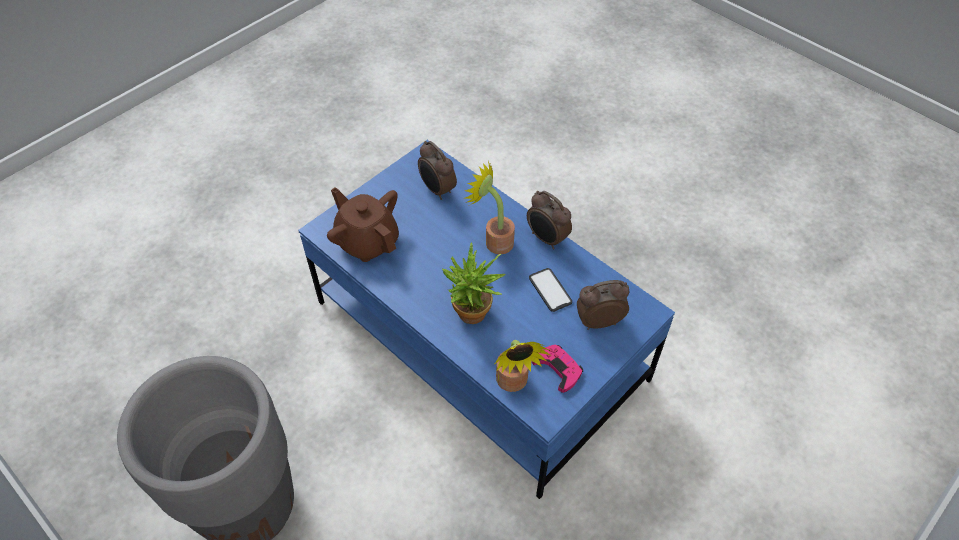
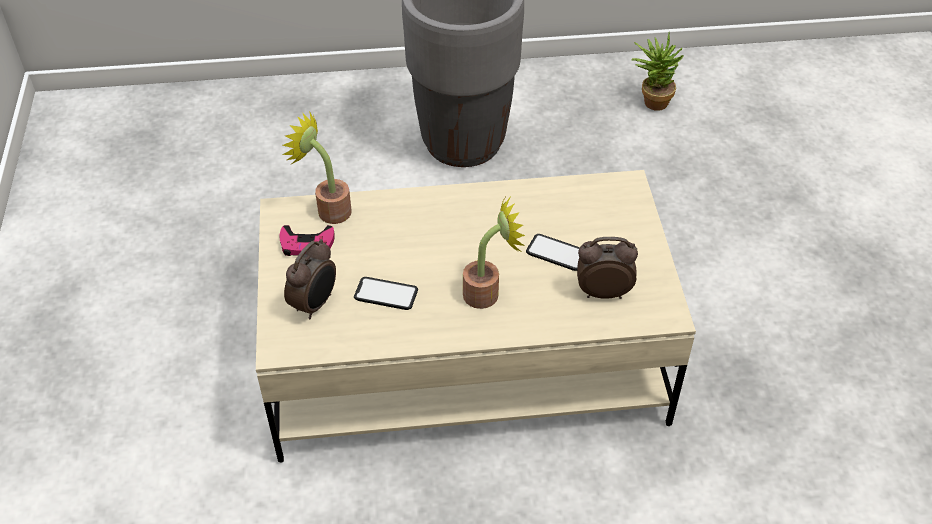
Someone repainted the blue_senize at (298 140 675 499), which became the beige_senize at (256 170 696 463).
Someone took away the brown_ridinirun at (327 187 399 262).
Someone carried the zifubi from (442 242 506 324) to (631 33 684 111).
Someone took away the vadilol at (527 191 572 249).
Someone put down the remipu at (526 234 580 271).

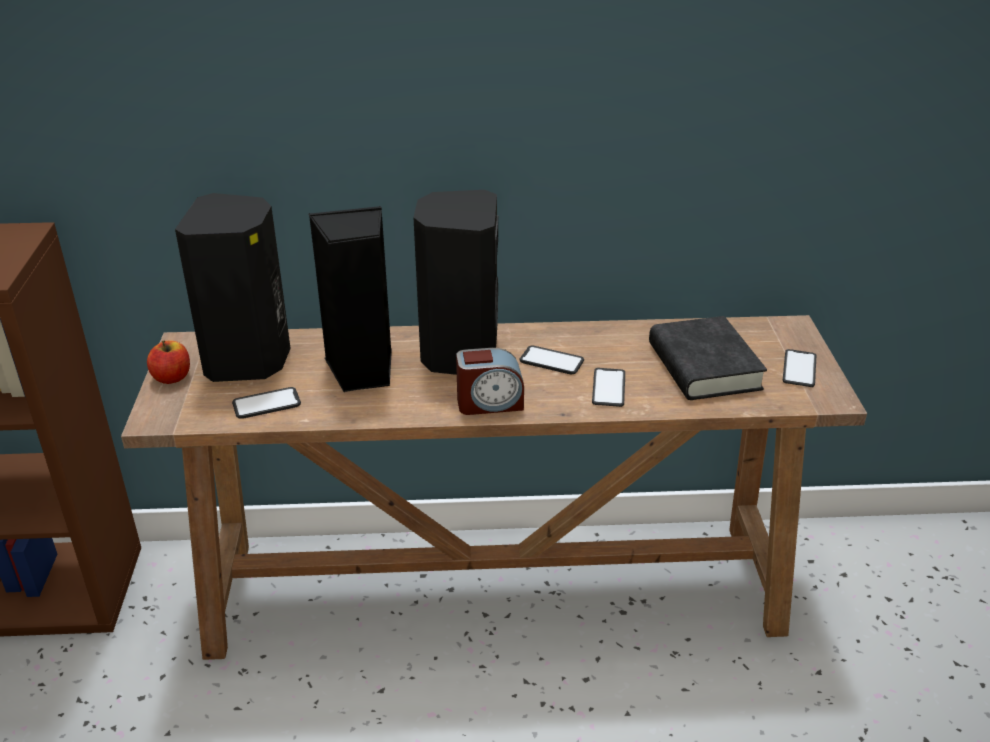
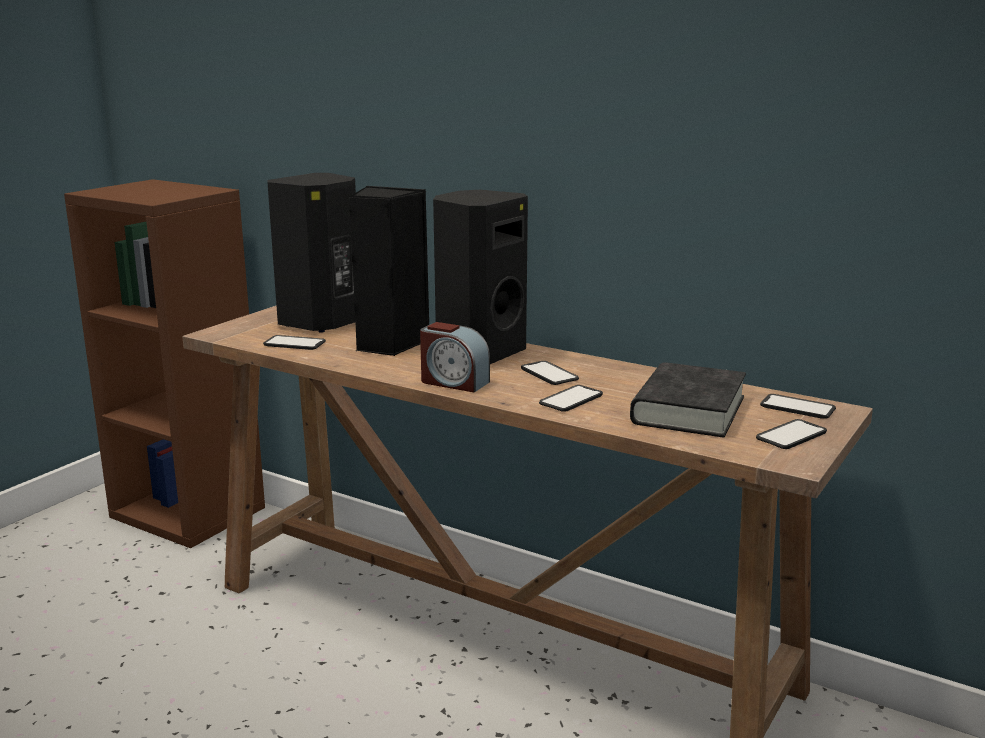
Someone took away the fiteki at (147 340 190 384).
Someone put down the remipu at (760 394 836 419).

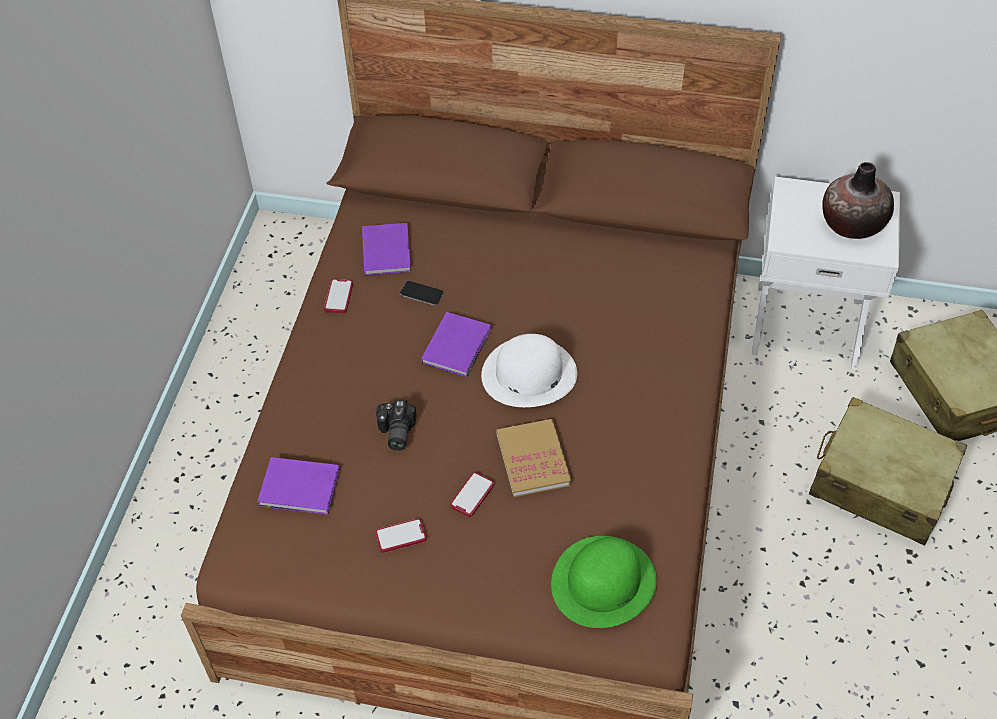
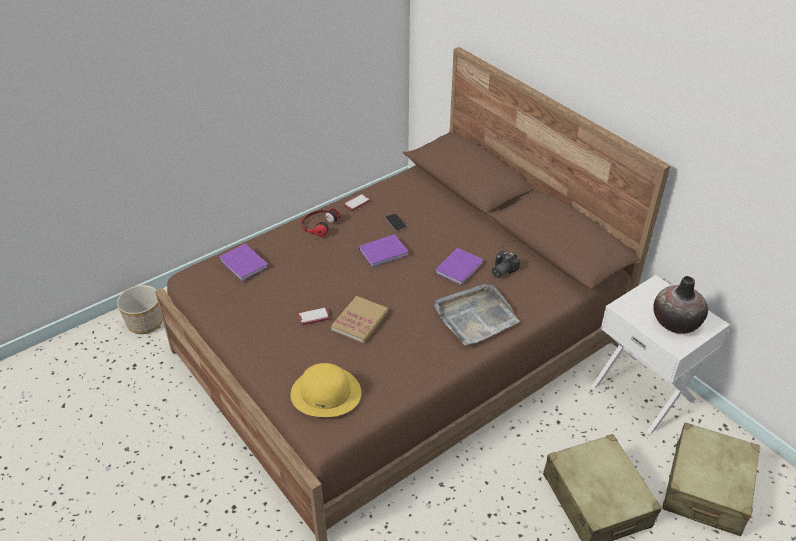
Someone carried the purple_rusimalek from (362 223 411 276) to (435 248 483 286).
Someone took away the remipu at (375 518 427 553).
Someone carried the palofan from (376 400 417 451) to (492 251 520 278).
Someone took away the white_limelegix at (481 334 577 407).
Someone repainted the green_limelegix at (551 536 657 628), which became the yellow_limelegix at (291 363 361 417).
Someone put down the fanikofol at (117 285 162 334).
Someone put down the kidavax at (301 208 340 237).
Someone put down the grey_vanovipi at (434 284 520 345).

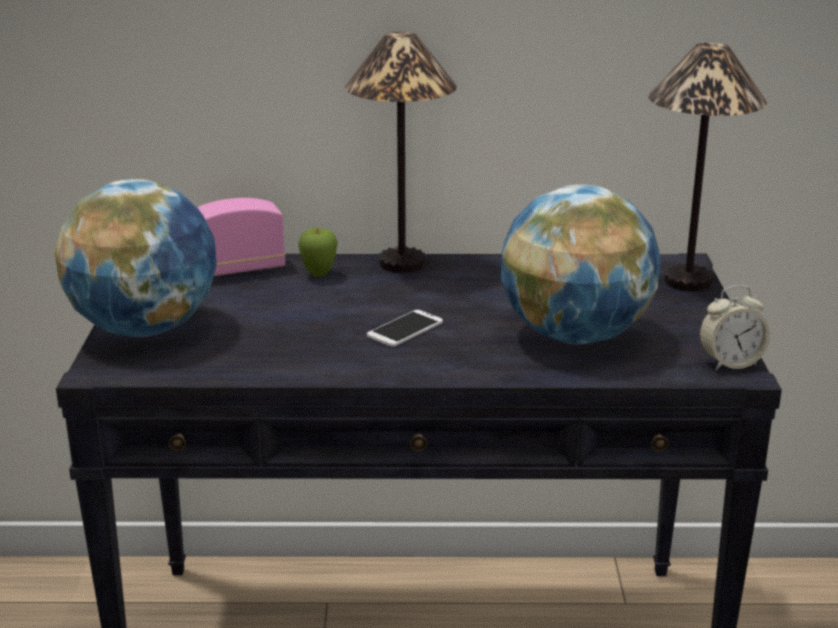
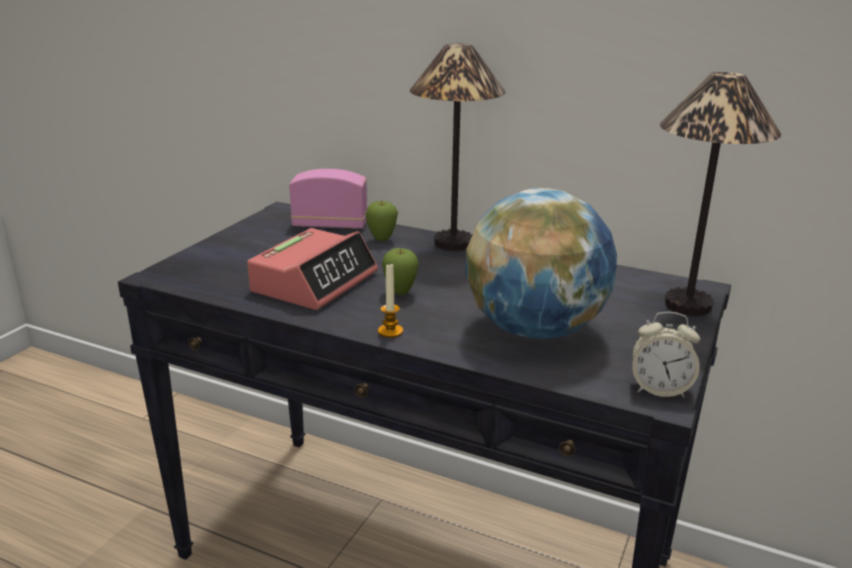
Someone took away the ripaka at (55 179 217 337).
Someone swapped the remipu at (367 310 443 347) for the fiteki at (382 248 418 295).
Someone put down the vadilol at (247 228 378 310).
Someone put down the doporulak at (378 262 403 338).

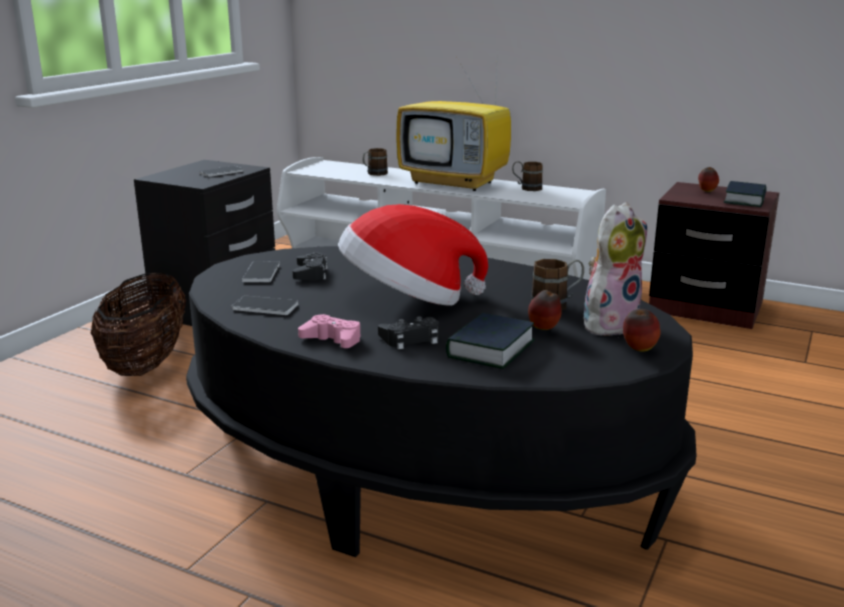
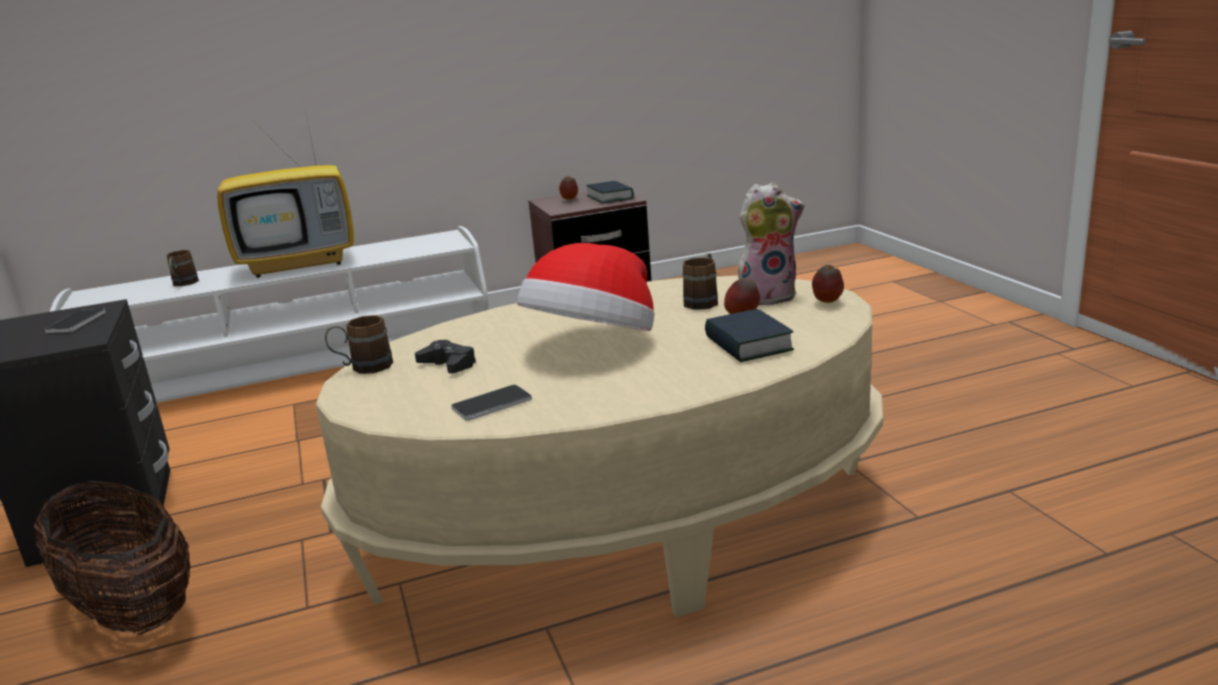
Someone repainted the black_senize at (186 246 696 557), which became the beige_senize at (316 276 883 617).
Someone took away the remipu at (242 261 280 282).
Someone took away the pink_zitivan at (298 314 361 348).
Someone took away the black_zitivan at (378 317 439 350).
Someone carried the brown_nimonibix from (512 161 543 191) to (325 315 393 374).
Someone rotated the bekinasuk at (584 202 647 336) by 75 degrees clockwise.

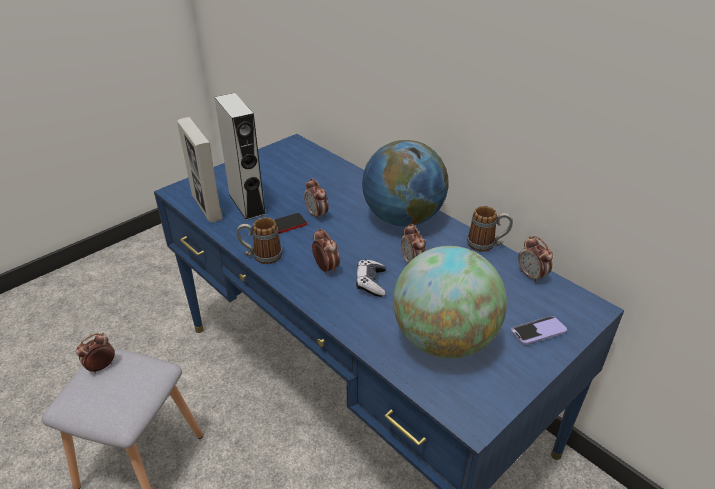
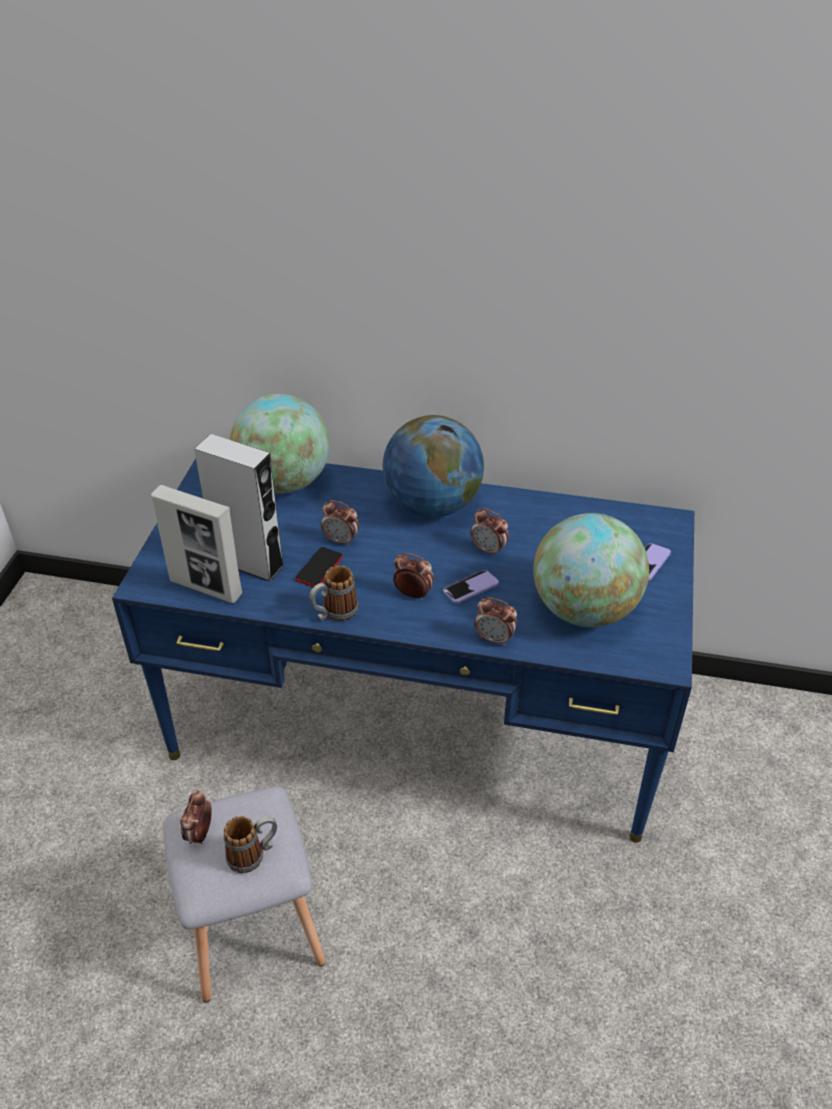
Someone swapped the zitivan at (356 259 386 297) for the remipu at (443 570 499 603).
Someone carried the nimonibix from (467 206 513 252) to (223 816 277 873).
Someone carried the vadilol from (518 236 553 283) to (474 597 517 646).
Someone put down the ripaka at (230 394 330 494).

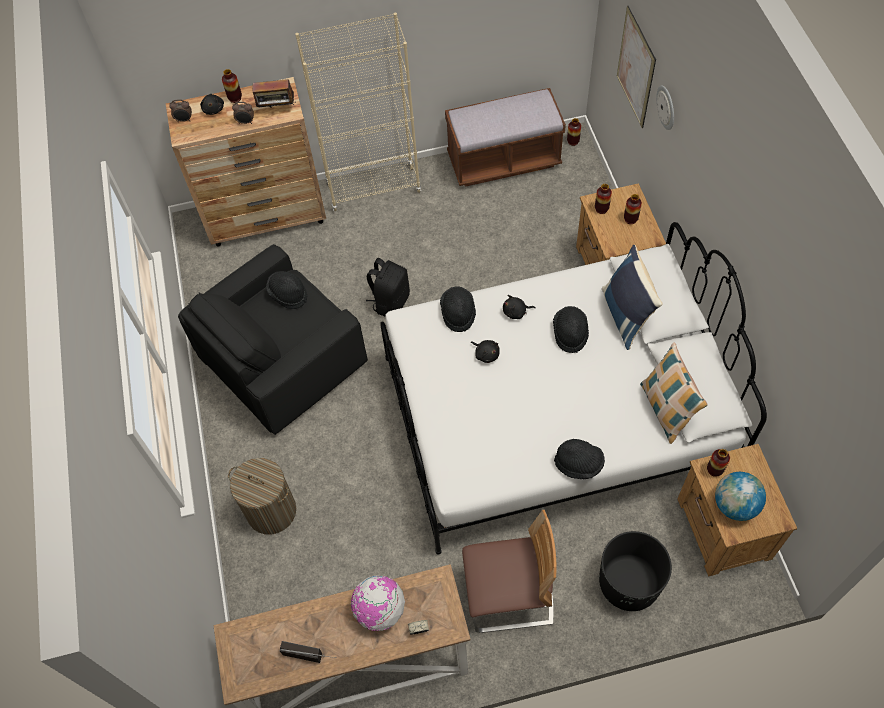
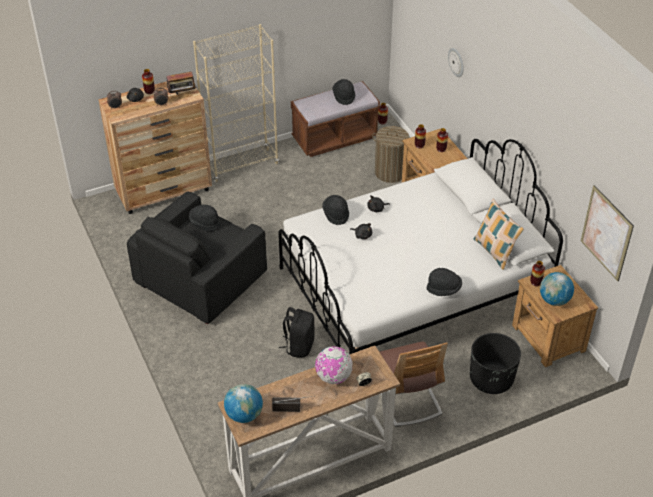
Someone carried the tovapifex from (228 458 296 535) to (372 126 409 183).
Someone carried the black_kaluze from (366 258 410 317) to (279 307 315 358).
Someone rotated the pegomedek at (462 510 557 633) by 90 degrees clockwise.
Someone carried the black_limelegix from (553 306 589 353) to (332 79 355 105).
Someone took away the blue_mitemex at (602 245 662 350).
Someone carried the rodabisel from (617 6 656 128) to (581 185 634 281).
Someone put down the ripaka at (224 384 263 423).

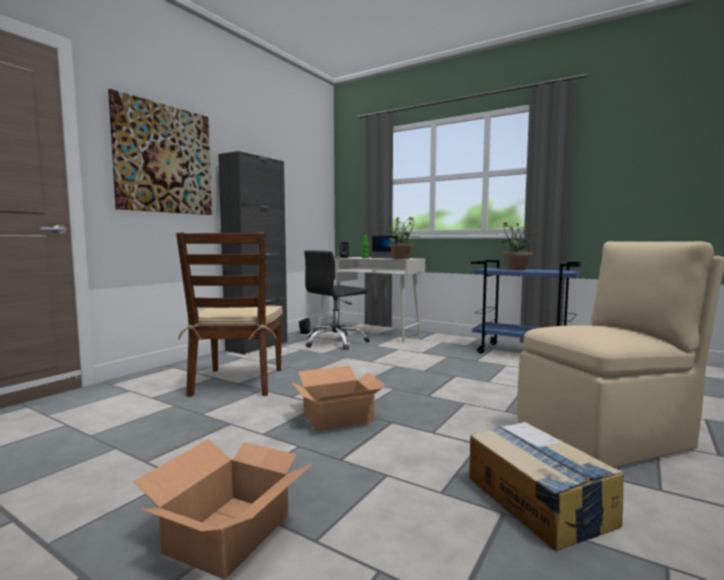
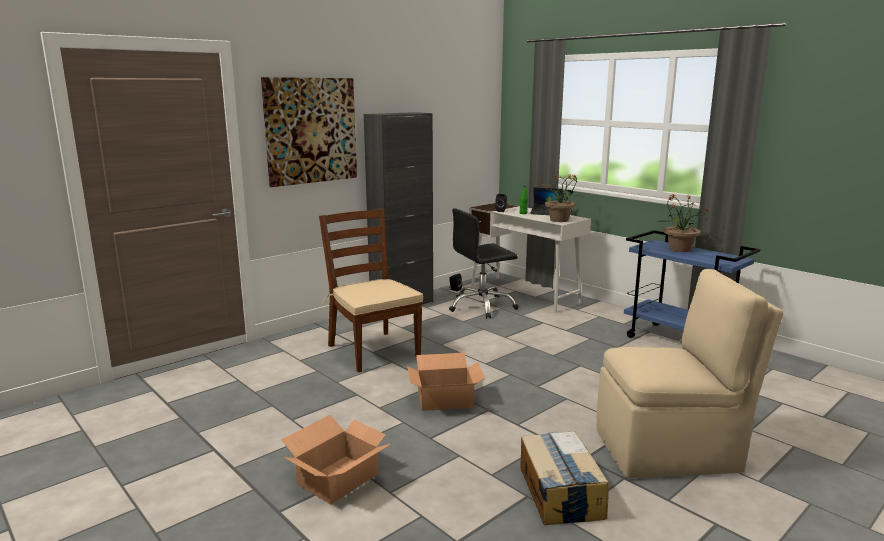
Someone rotated the brown_pegomedek at (176 232 283 397) by 135 degrees clockwise.

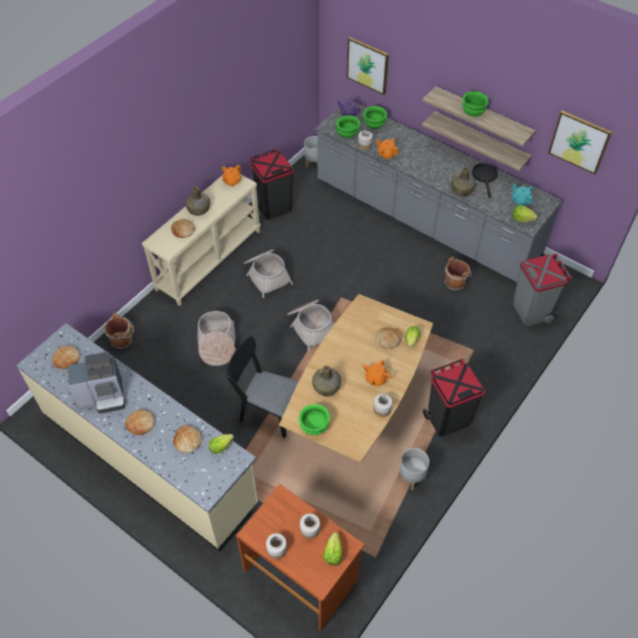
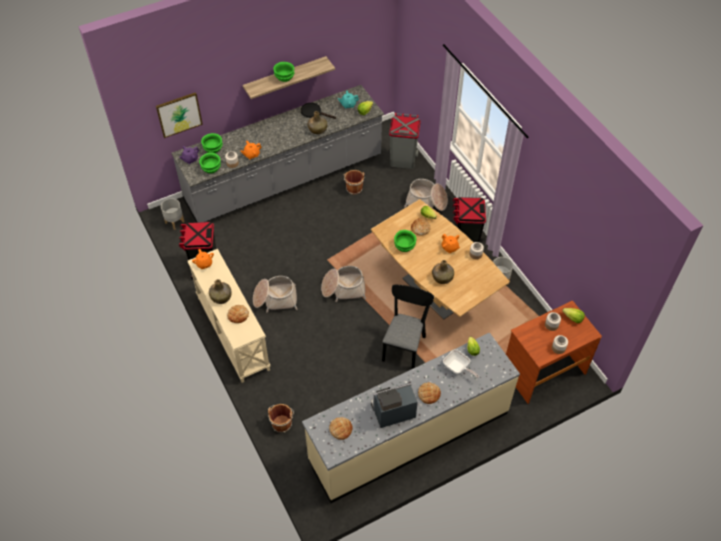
Someone rotated the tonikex at (68 352 125 413) by 120 degrees counterclockwise.
Someone swapped the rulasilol at (173 425 202 453) for the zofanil at (443 349 479 378).
Someone carried the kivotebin from (197 311 236 366) to (404 179 448 211).
Someone rotated the black_pegomedek at (226 336 299 438) by 150 degrees clockwise.
Someone carried the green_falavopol from (299 404 330 435) to (394 230 416 252).
Someone took away the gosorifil at (422 111 532 171).
Someone took away the rodabisel at (548 111 612 174).

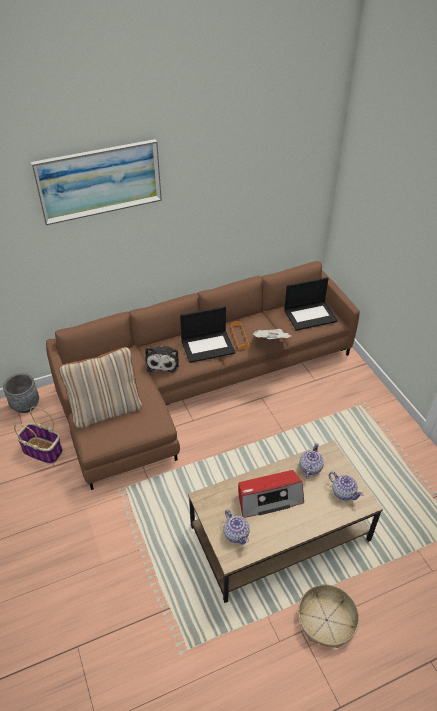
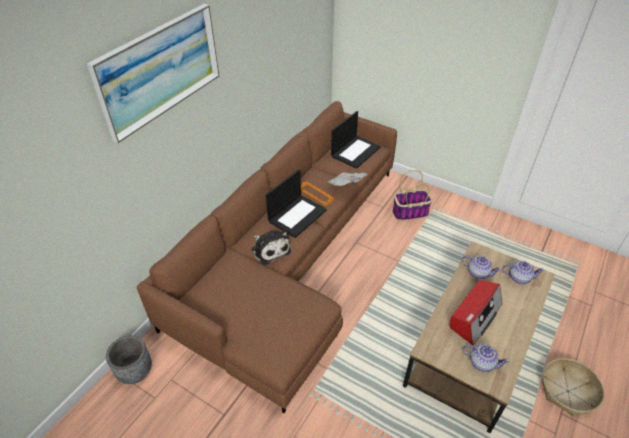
Someone carried the kivotebin from (14 407 63 464) to (393 170 433 221).
Someone took away the beige_mitemex at (59 347 142 428).
Someone rotated the ridinirun at (299 443 324 479) by 135 degrees clockwise.

